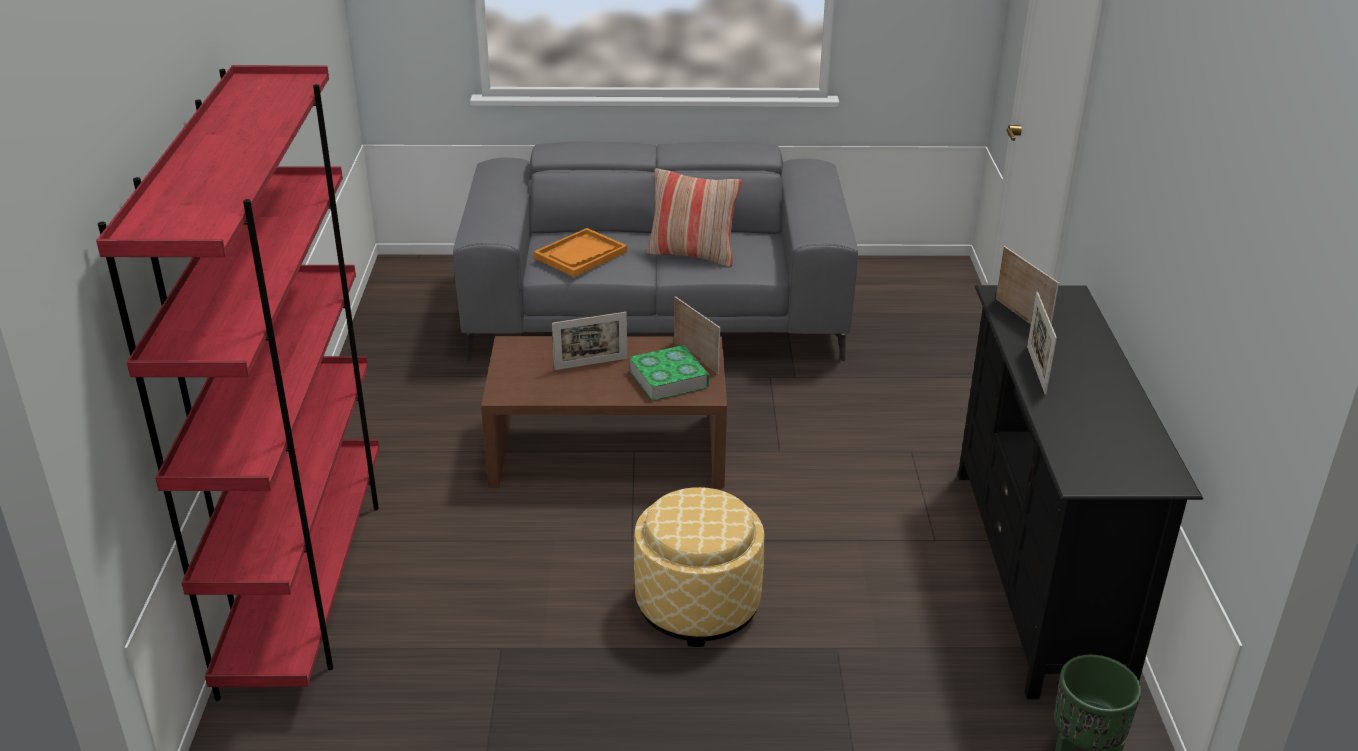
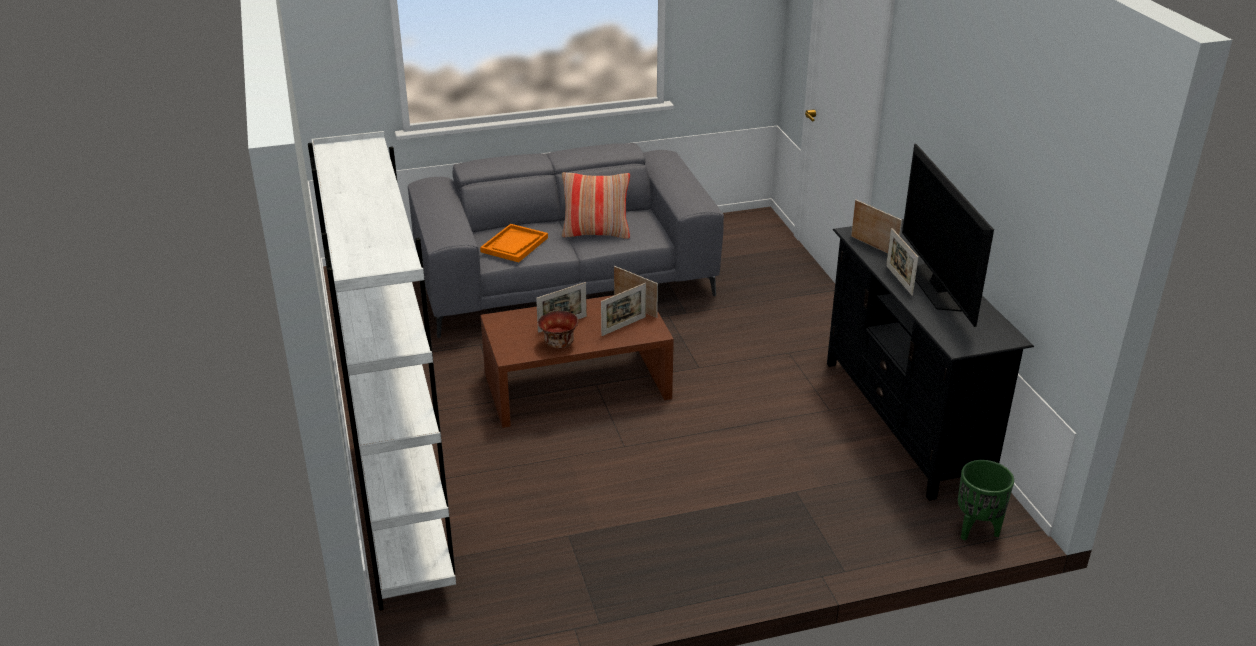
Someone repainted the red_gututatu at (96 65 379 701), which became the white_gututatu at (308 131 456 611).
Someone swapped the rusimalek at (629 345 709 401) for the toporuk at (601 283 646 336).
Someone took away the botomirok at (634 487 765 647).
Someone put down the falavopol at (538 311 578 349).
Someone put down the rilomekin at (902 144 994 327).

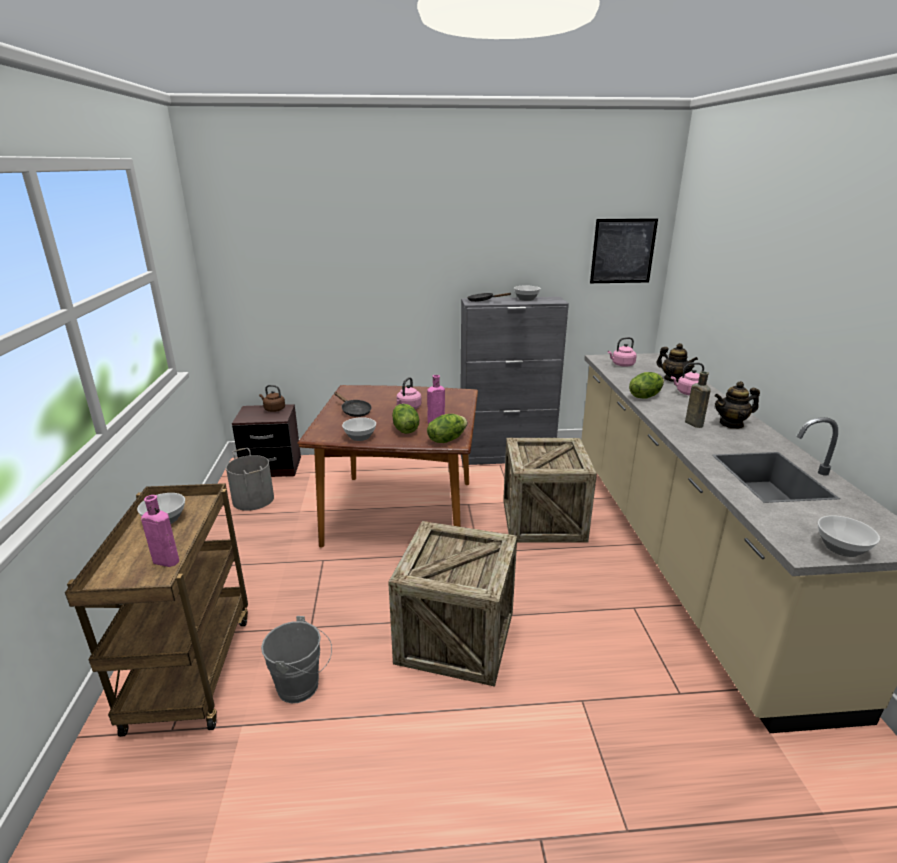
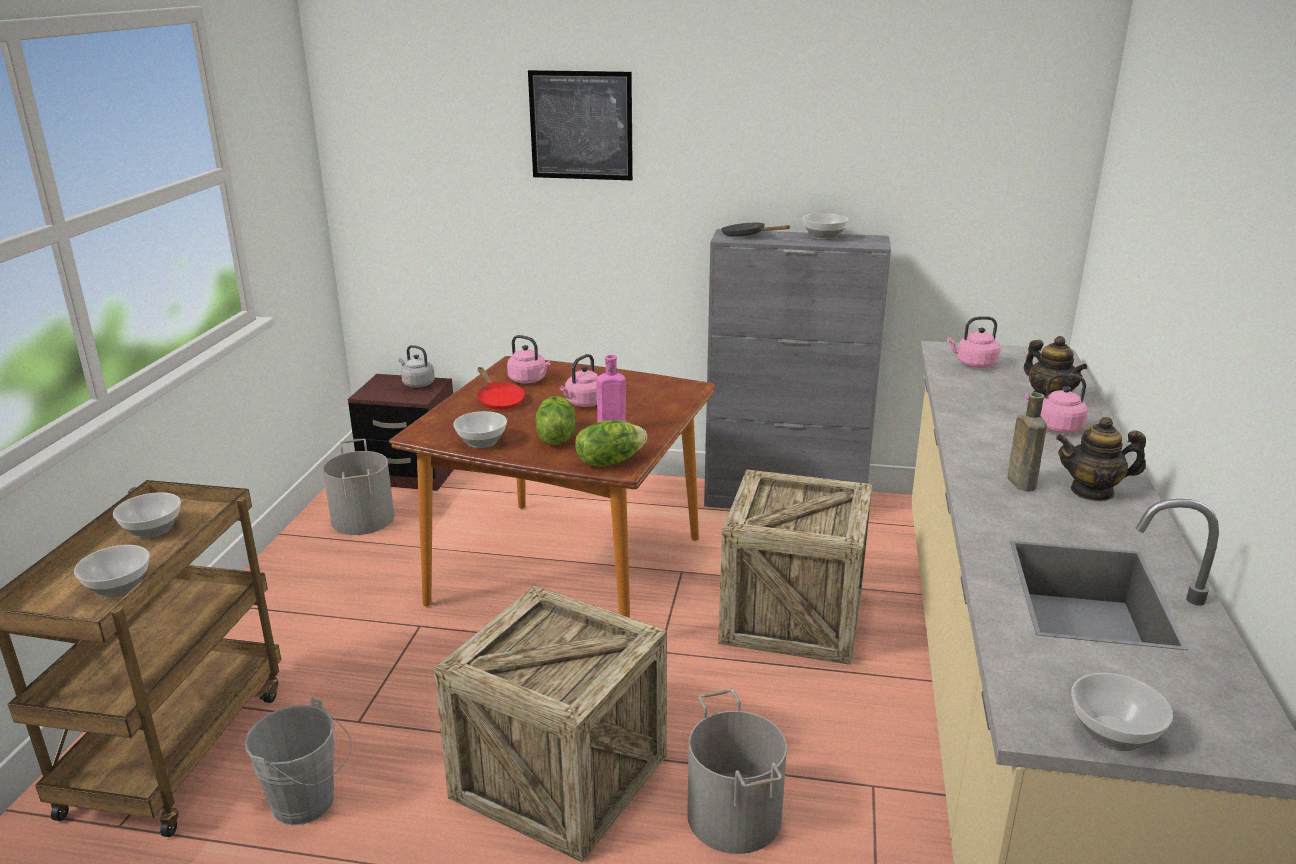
Someone swapped the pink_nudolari at (141 495 179 567) for the falavopol at (74 545 150 597).
Someone repainted the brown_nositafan at (259 385 285 412), which became the grey_nositafan at (399 345 435 388).
Someone repainted the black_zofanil at (334 392 372 417), which became the red_zofanil at (477 367 525 410).
Someone carried the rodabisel from (590 218 658 283) to (528 70 633 180).
Someone took away the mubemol at (629 372 664 399).
Someone put down the pink_nositafan at (507 335 551 383).
Someone put down the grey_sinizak at (687 689 787 854).

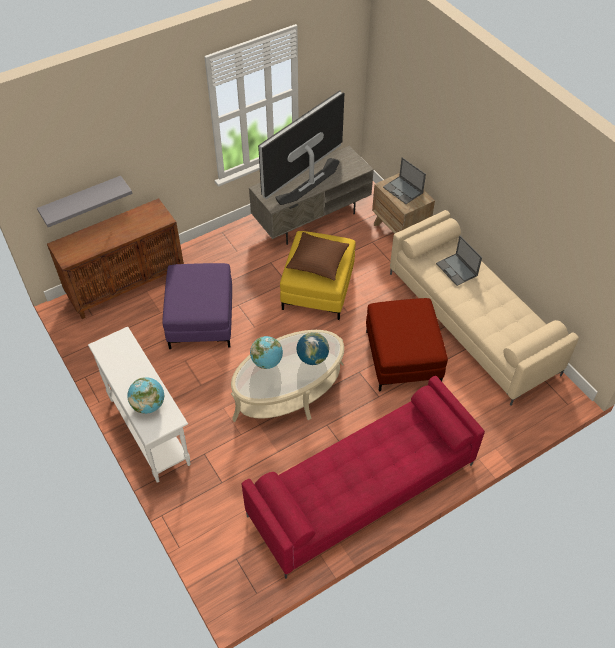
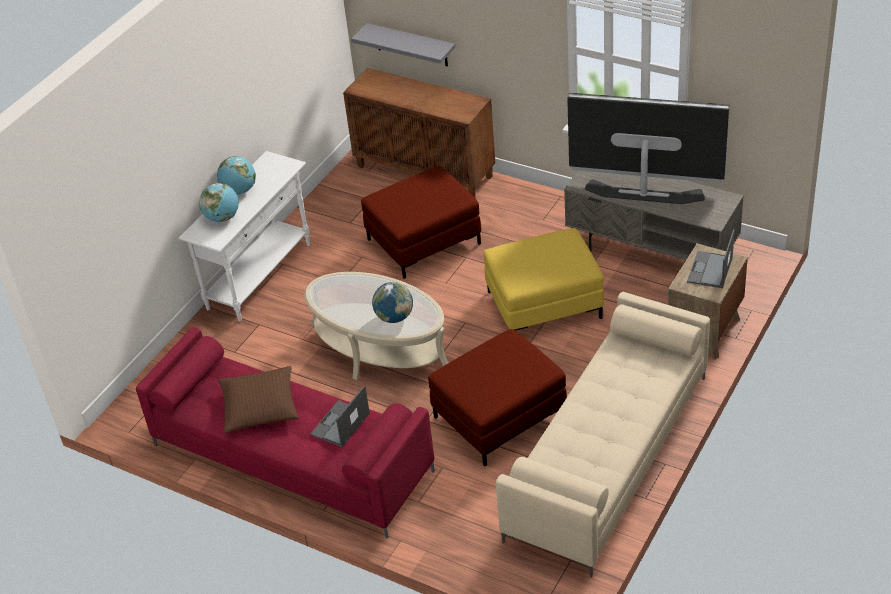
Someone repainted the purple_botomirok at (162 263 232 349), which became the red_botomirok at (361 166 481 279).
Someone carried the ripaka from (250 336 283 369) to (217 156 256 195).
Someone carried the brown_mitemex from (286 232 349 281) to (218 366 299 433).
Someone carried the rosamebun from (436 236 482 286) to (310 385 370 447).

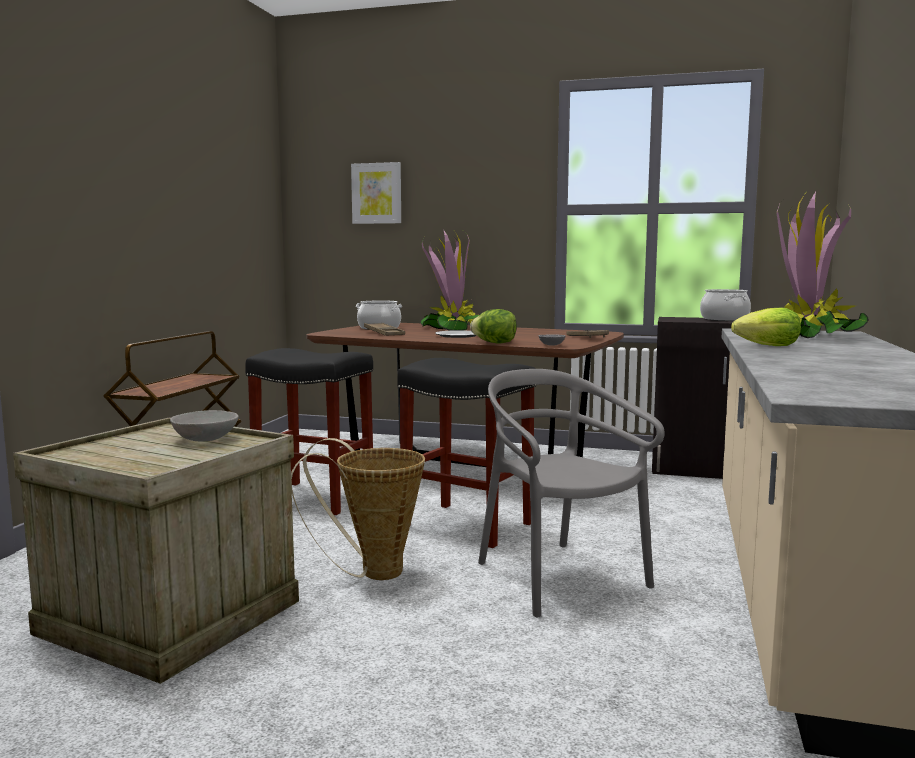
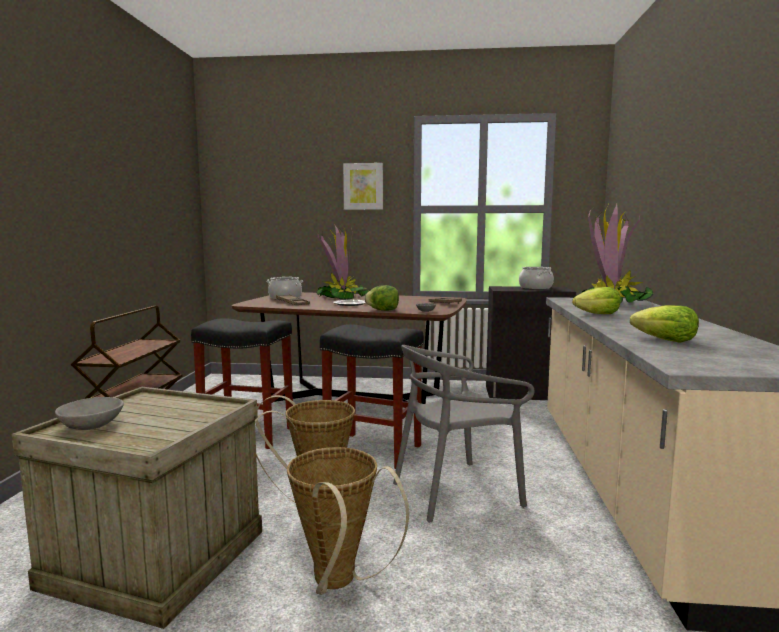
Someone carried the grey_falavopol from (170 410 239 442) to (55 397 124 430).
Someone carried the rodabisel from (351 162 401 224) to (343 163 383 210).
Someone rotated the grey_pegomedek at (478 369 665 618) by 75 degrees counterclockwise.
Someone put down the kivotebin at (287 447 409 595).
Someone put down the mubemol at (630 305 699 343).

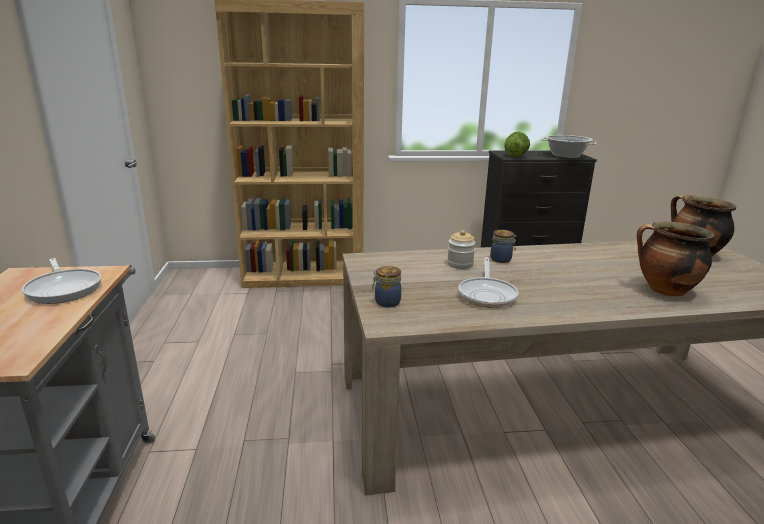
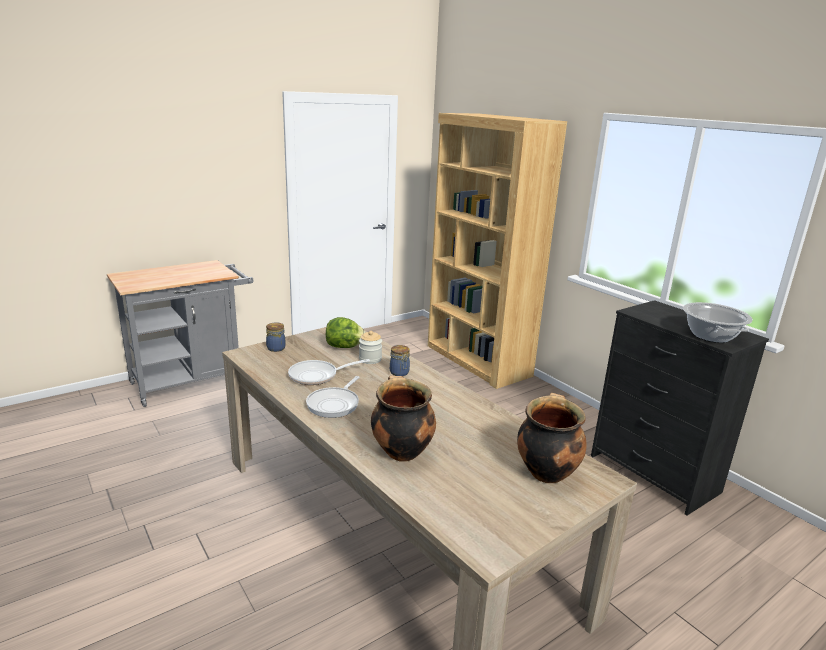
Someone carried the zofanil from (22 258 101 304) to (306 376 360 418).
Someone carried the mubemol from (504 131 530 157) to (326 317 365 348).

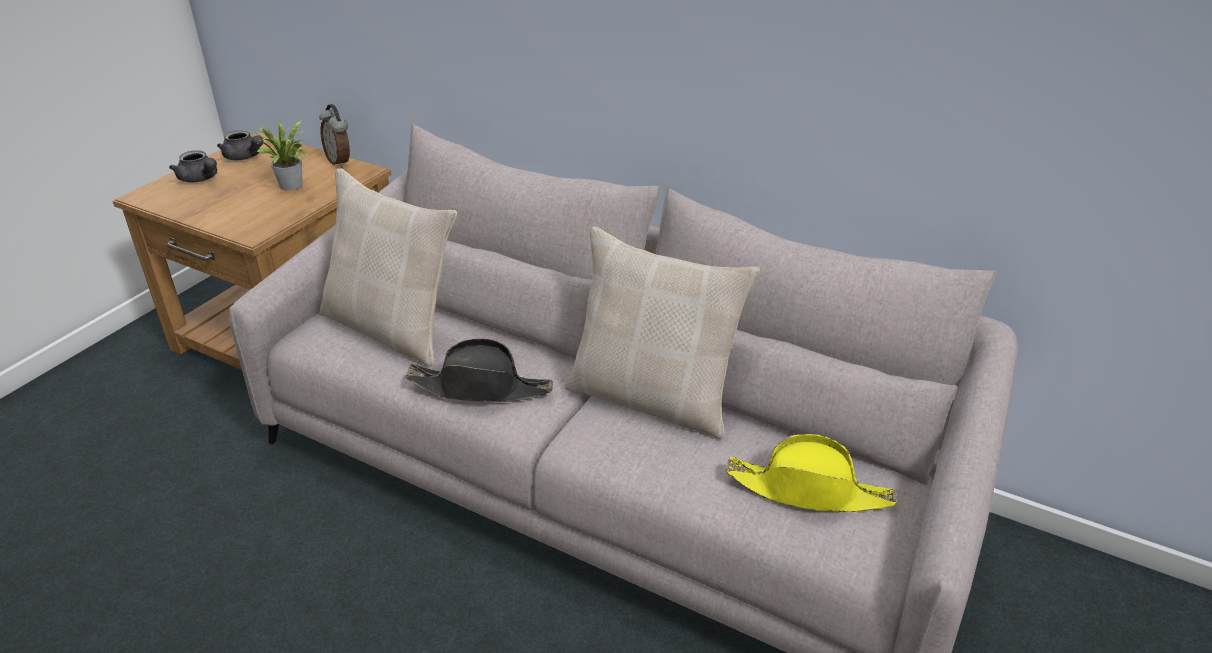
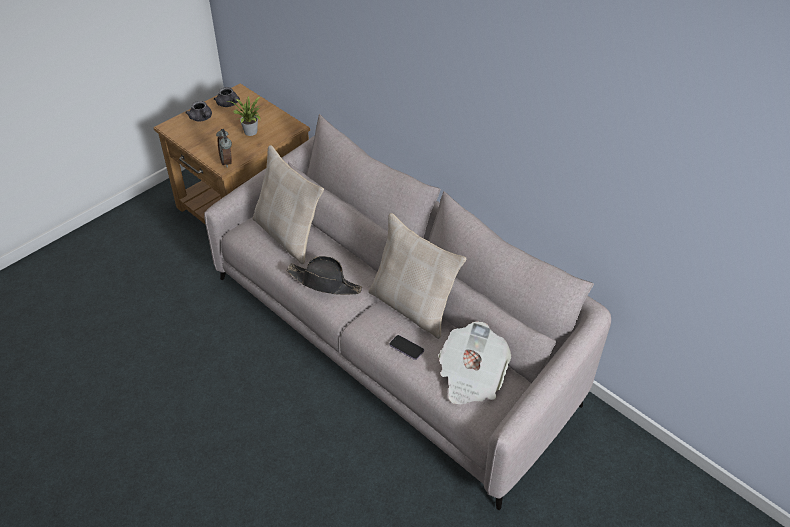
Someone carried the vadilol from (319 104 350 168) to (216 129 232 168).
Someone swapped the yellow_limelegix at (726 434 897 512) for the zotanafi at (438 321 511 404).
Someone put down the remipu at (389 335 424 360).

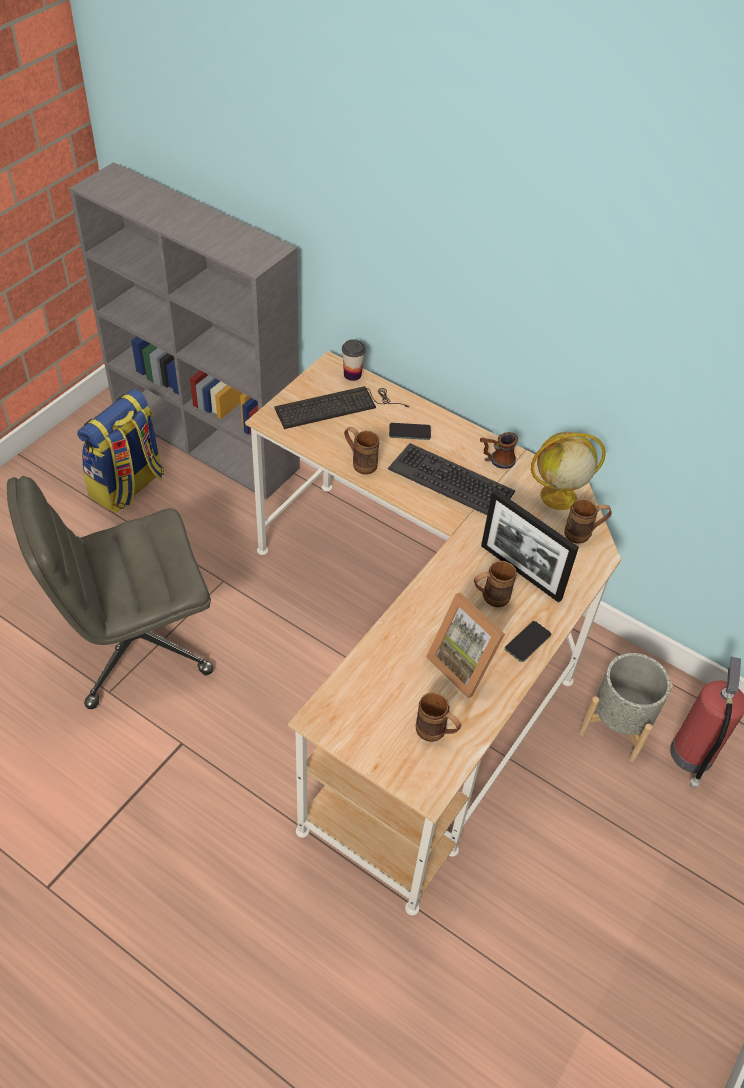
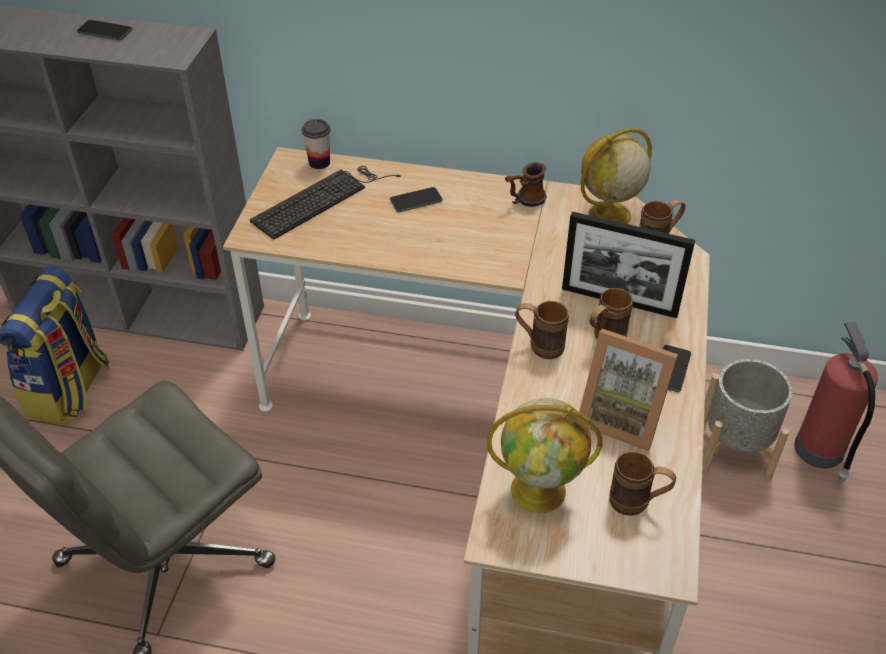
Someone carried the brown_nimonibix from (344 427 379 475) to (515 301 569 359).
Someone took away the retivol at (388 443 515 515).
Someone put down the remipu at (77 20 132 40).
Someone put down the ripaka at (486 398 602 513).

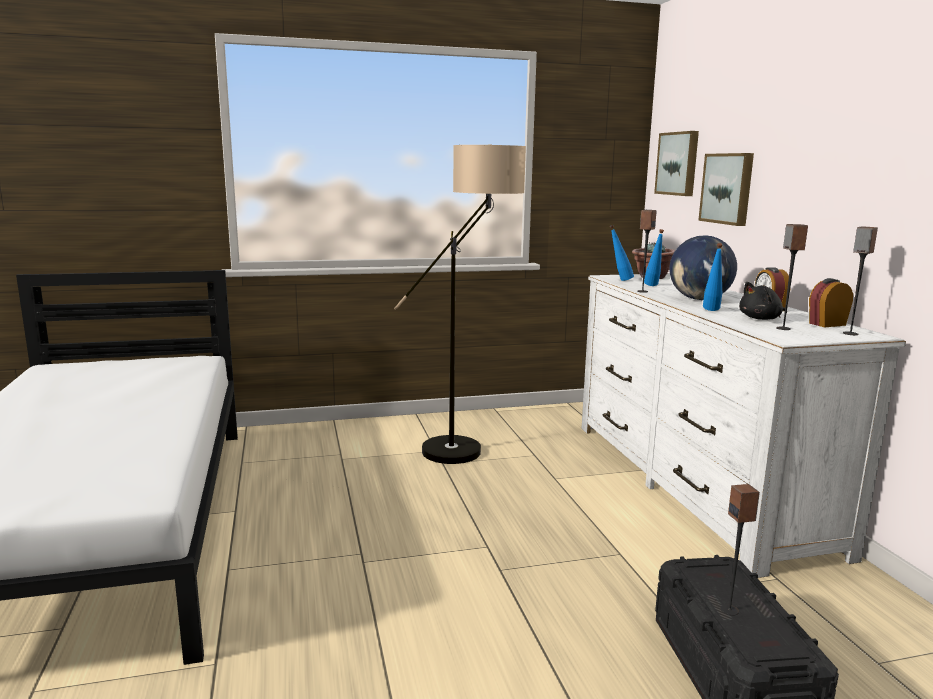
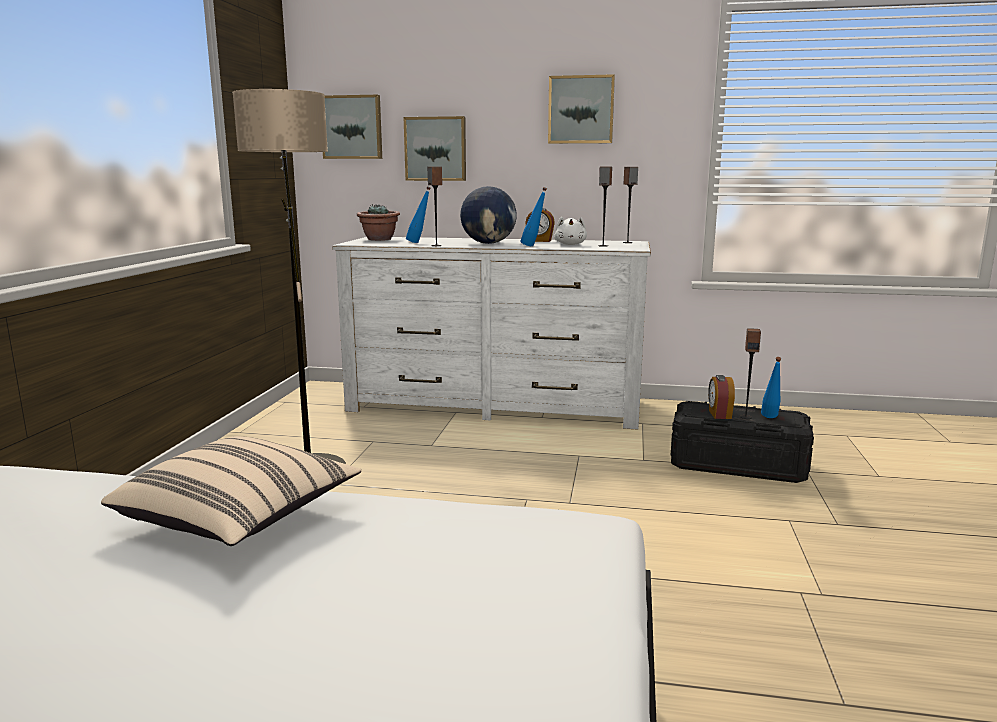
Someone carried the blue_nudolari from (610 225 634 281) to (761 357 782 418).
Someone repainted the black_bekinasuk at (739 282 787 320), which became the white_bekinasuk at (554 217 587 245).
Someone carried the vadilol from (809 278 853 327) to (708 375 735 419).
Someone put down the beige_mitemex at (101 436 361 546).
Someone put up the rodabisel at (548 74 615 144).

